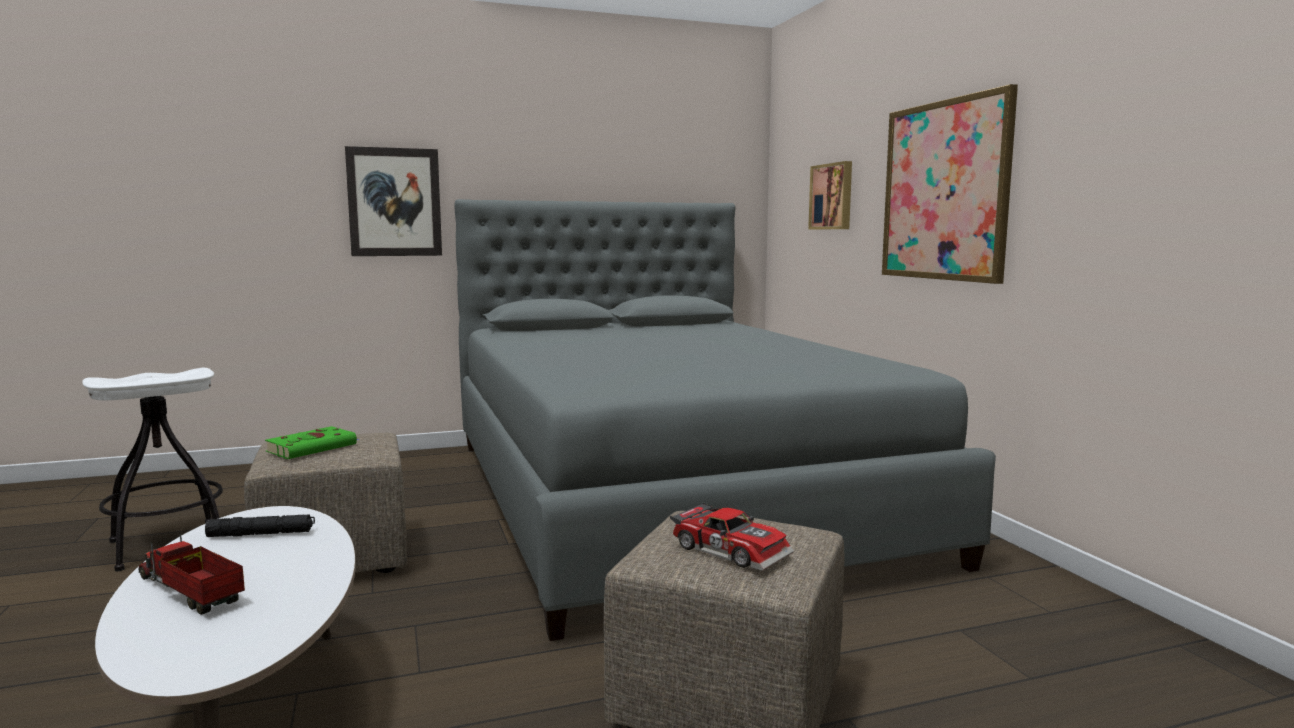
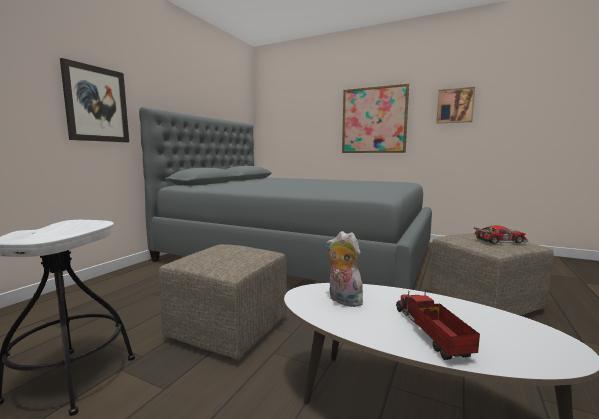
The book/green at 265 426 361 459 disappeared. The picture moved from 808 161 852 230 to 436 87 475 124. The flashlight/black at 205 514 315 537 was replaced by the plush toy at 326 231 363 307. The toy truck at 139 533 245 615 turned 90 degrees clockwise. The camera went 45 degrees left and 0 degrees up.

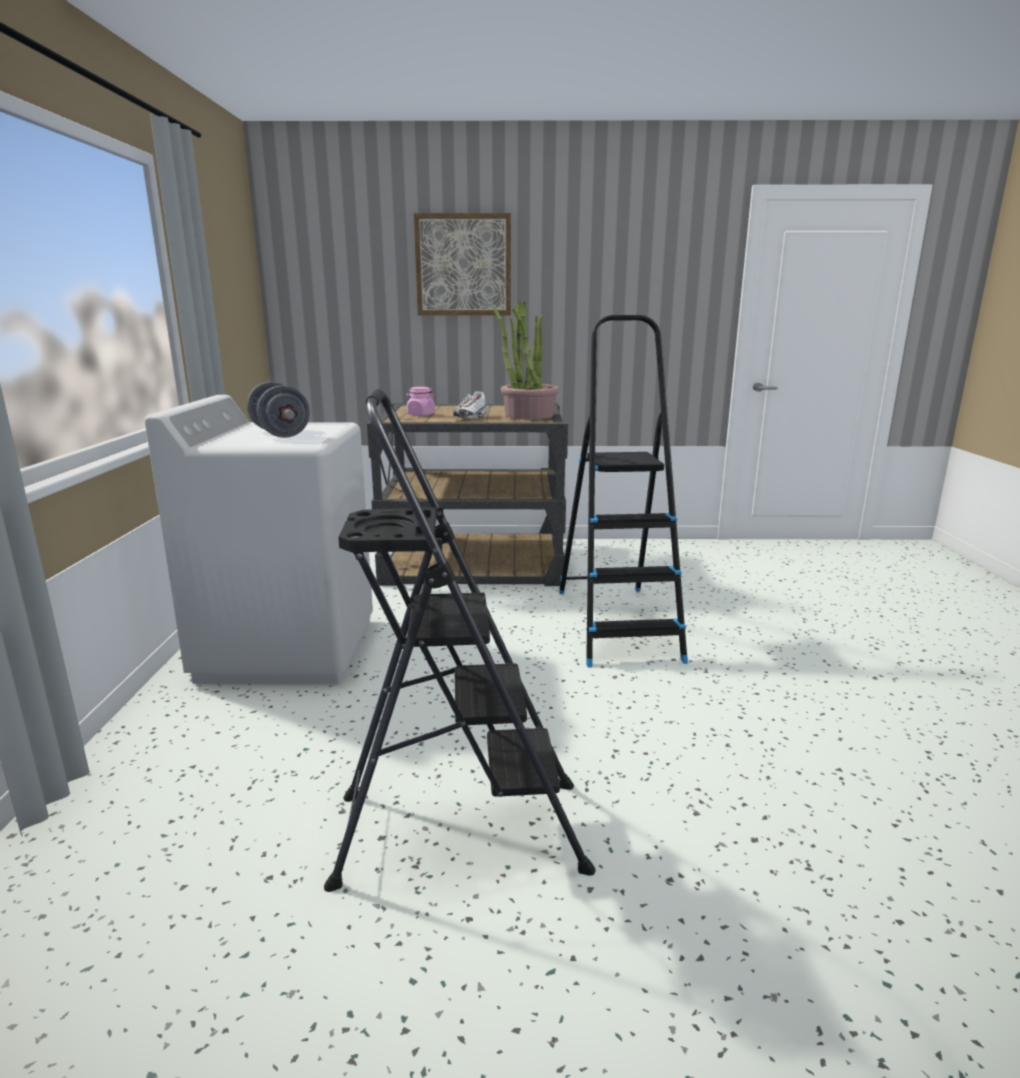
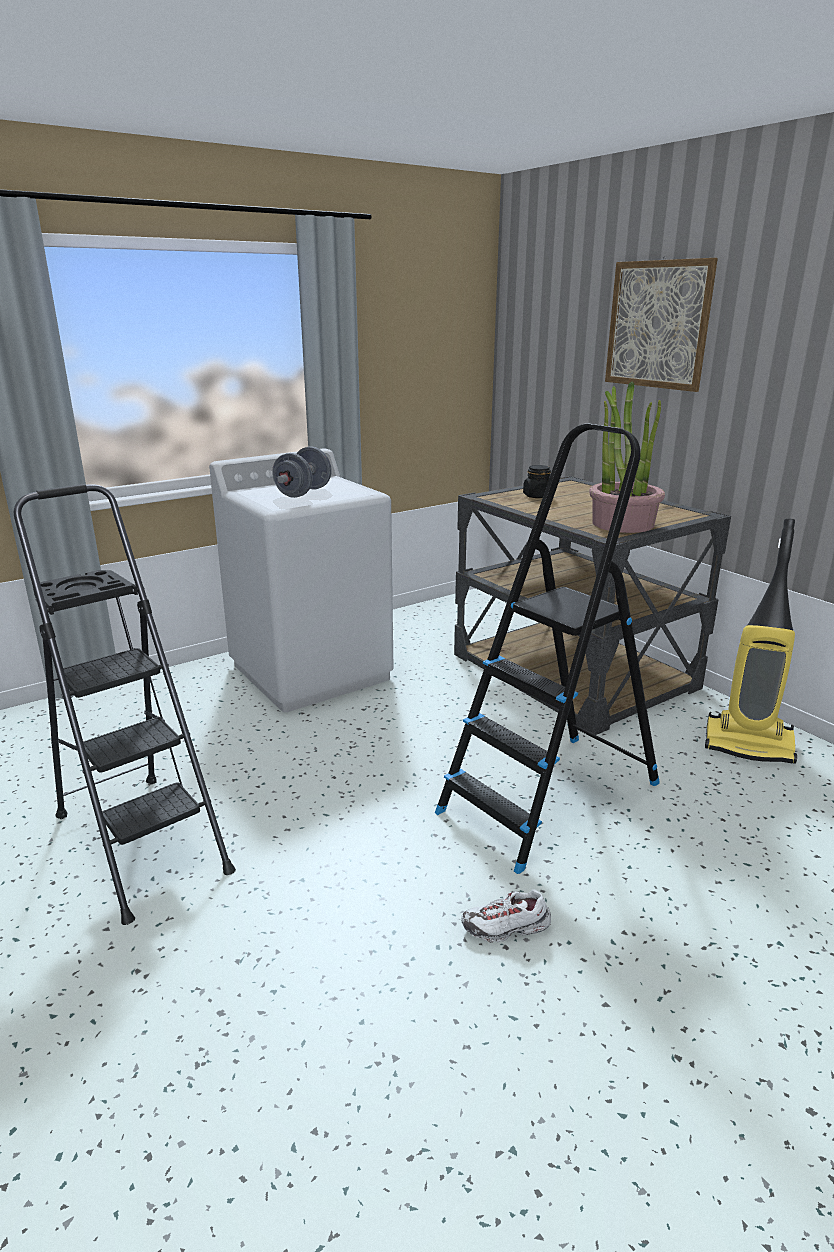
The vacuum cleaner at 705 518 797 764 appeared. The shoe/white moved from 453 392 488 419 to 461 889 551 943. The jar/pink at 406 387 435 416 became the jar/black at 523 465 551 498. The camera went 55 degrees right and 5 degrees up.

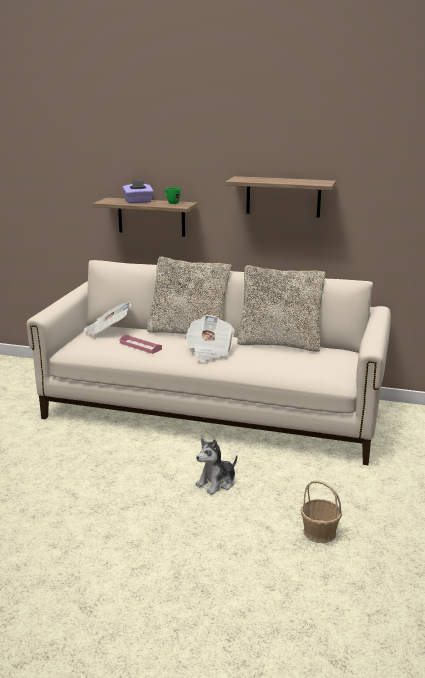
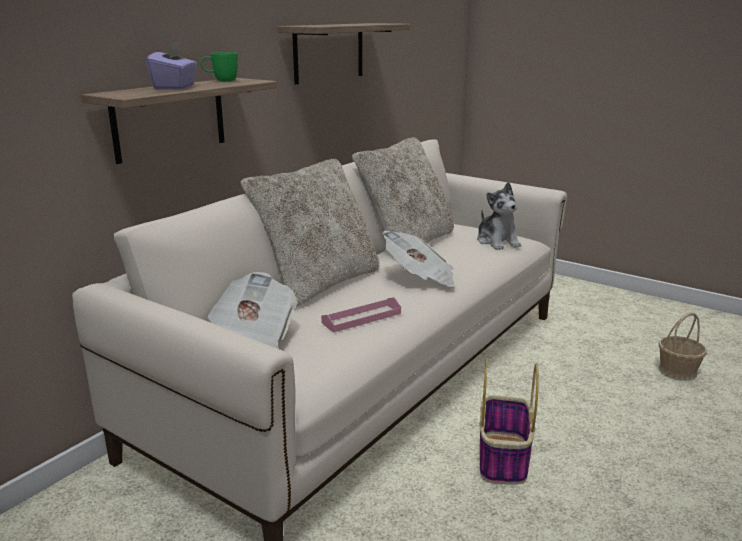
The basket at 480 358 539 485 appeared. The plush toy moved from 195 438 237 495 to 477 182 521 250. The camera went 70 degrees left and 0 degrees up.

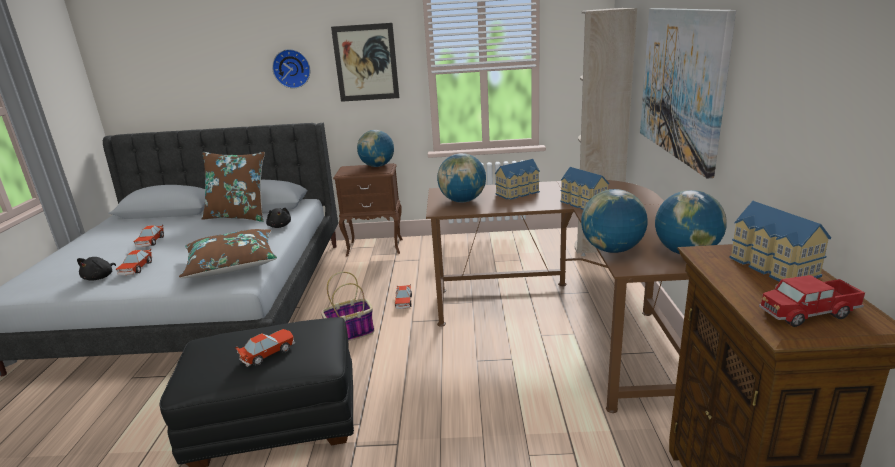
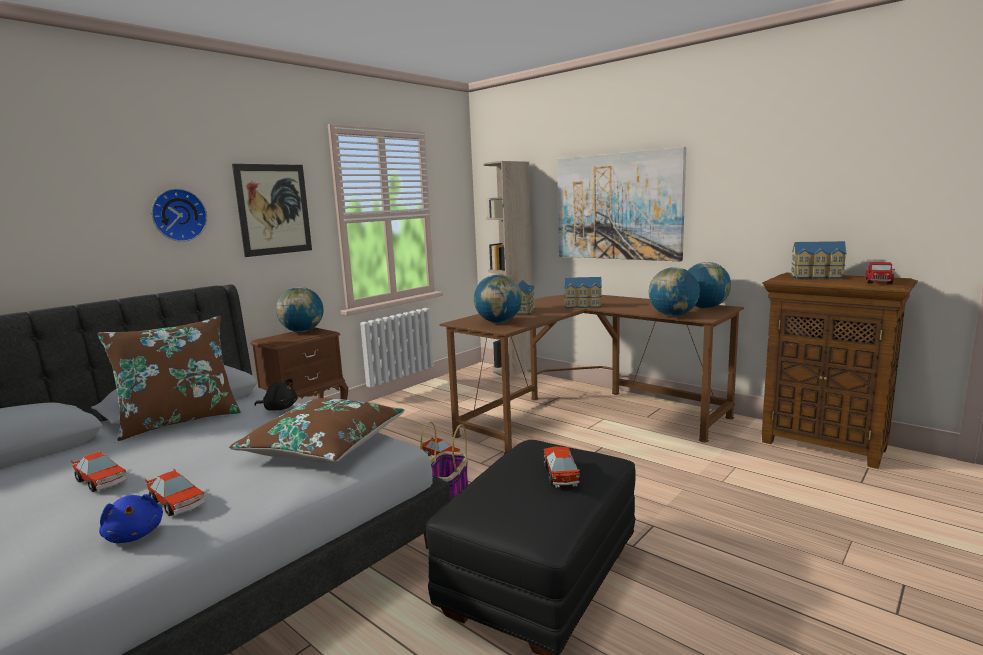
The plush toy/black at 77 257 116 281 became the plush toy/blue at 99 494 163 543. The camera went 50 degrees left and 10 degrees down.

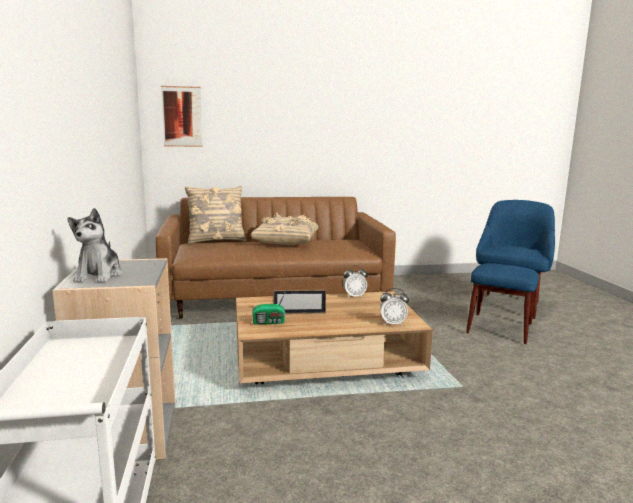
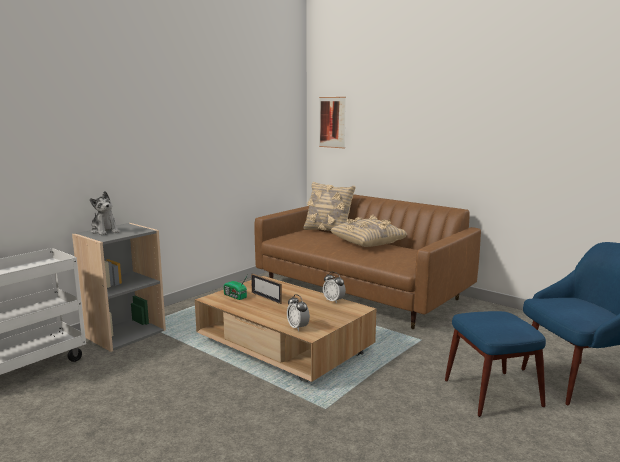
The plush toy at 67 208 123 283 turned 90 degrees counterclockwise. The camera went 50 degrees right and 0 degrees up.

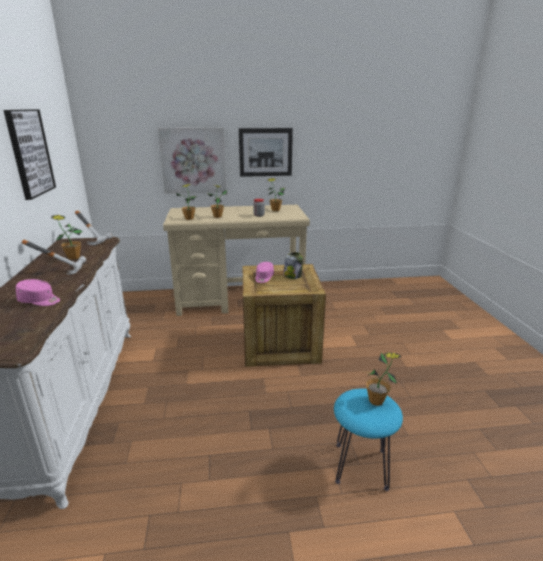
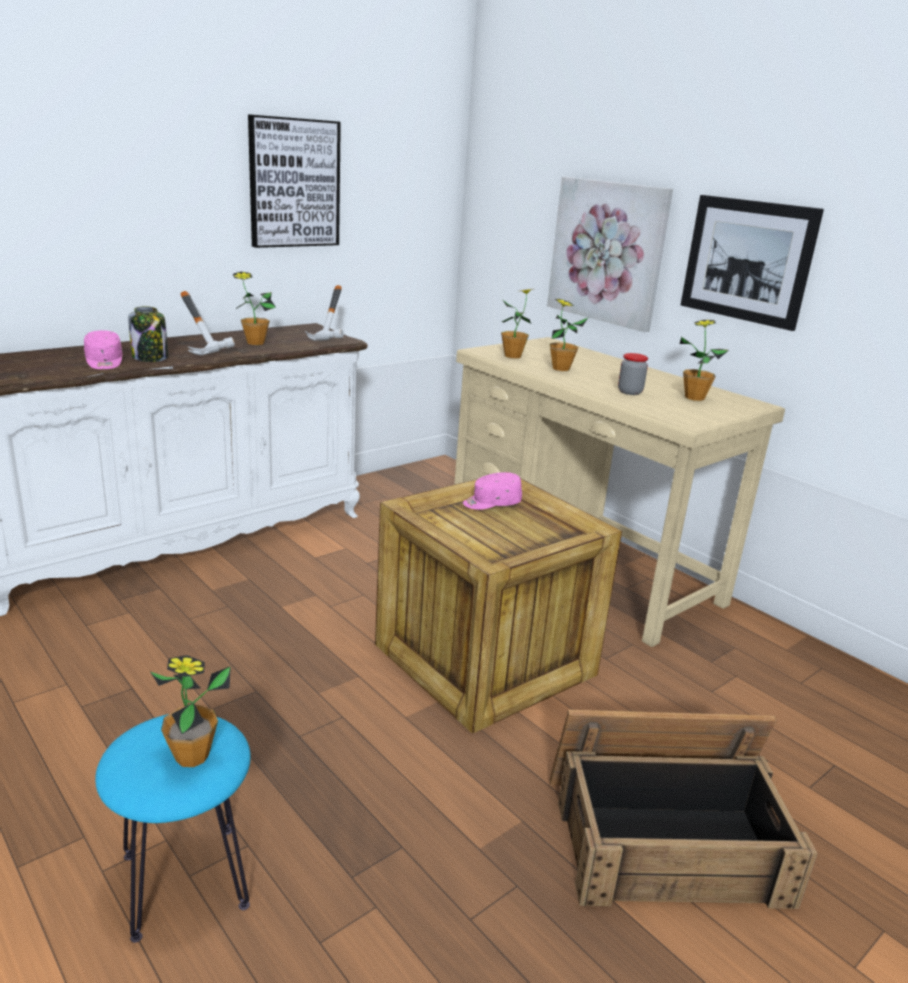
The crate at 549 710 817 909 appeared. The jar moved from 283 252 303 279 to 128 306 168 362. The camera went 55 degrees right and 0 degrees up.

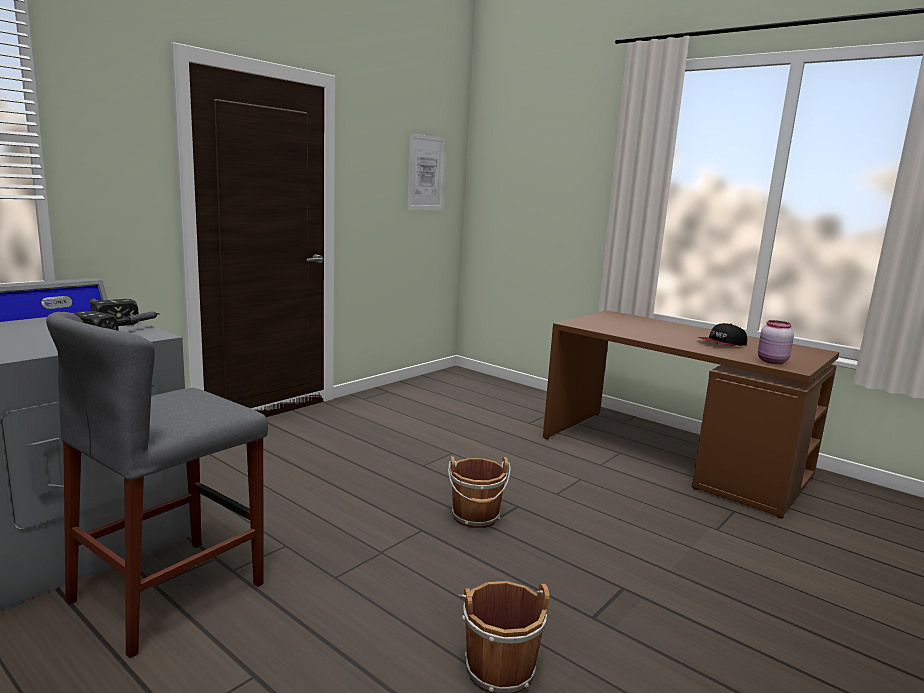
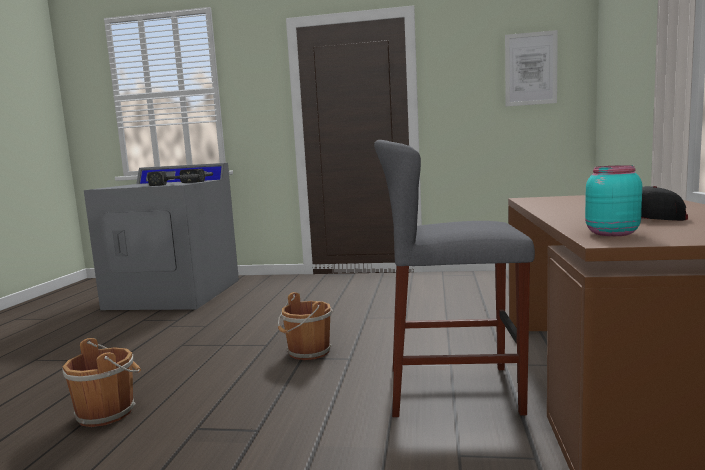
The stool/grey moved from 46 312 268 658 to 374 140 535 417. The jar/pink at 758 320 794 364 became the jar/turquoise at 585 165 642 236. The camera went 60 degrees right and 5 degrees down.

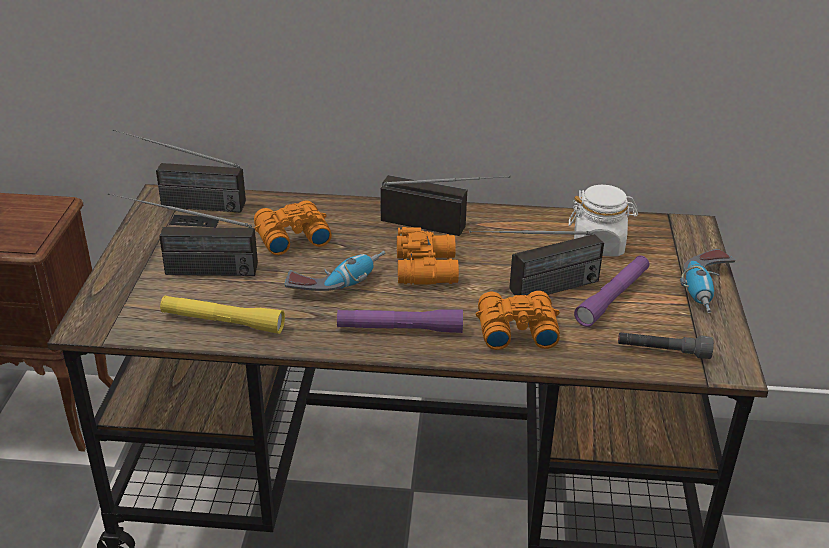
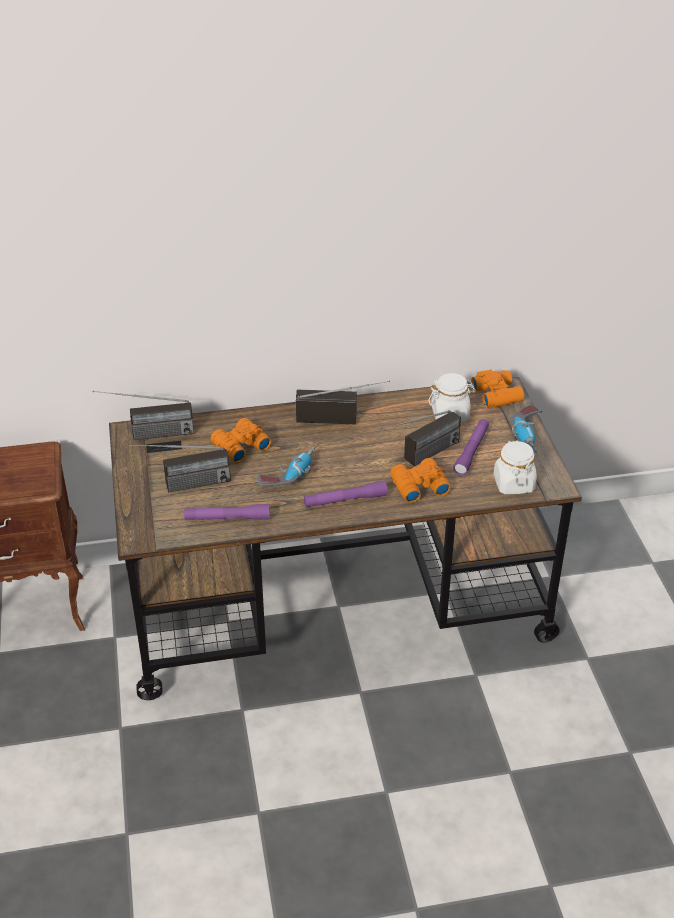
The binoculars/orange moved from 397 227 459 285 to 471 370 524 408. The flashlight/grey at 618 332 714 359 was replaced by the jar/white at 494 440 537 494. The flashlight/yellow at 160 295 285 334 became the flashlight/purple at 184 504 270 520. The camera went 15 degrees left and 5 degrees up.

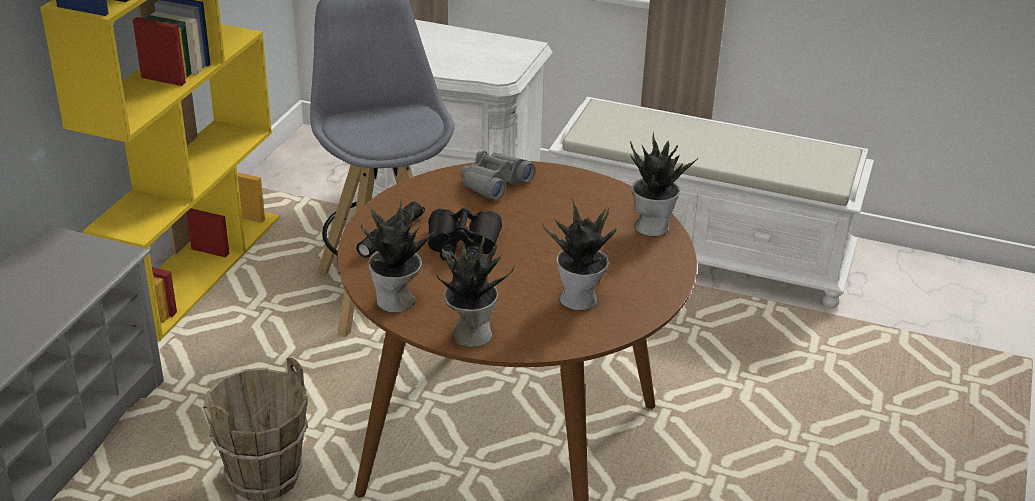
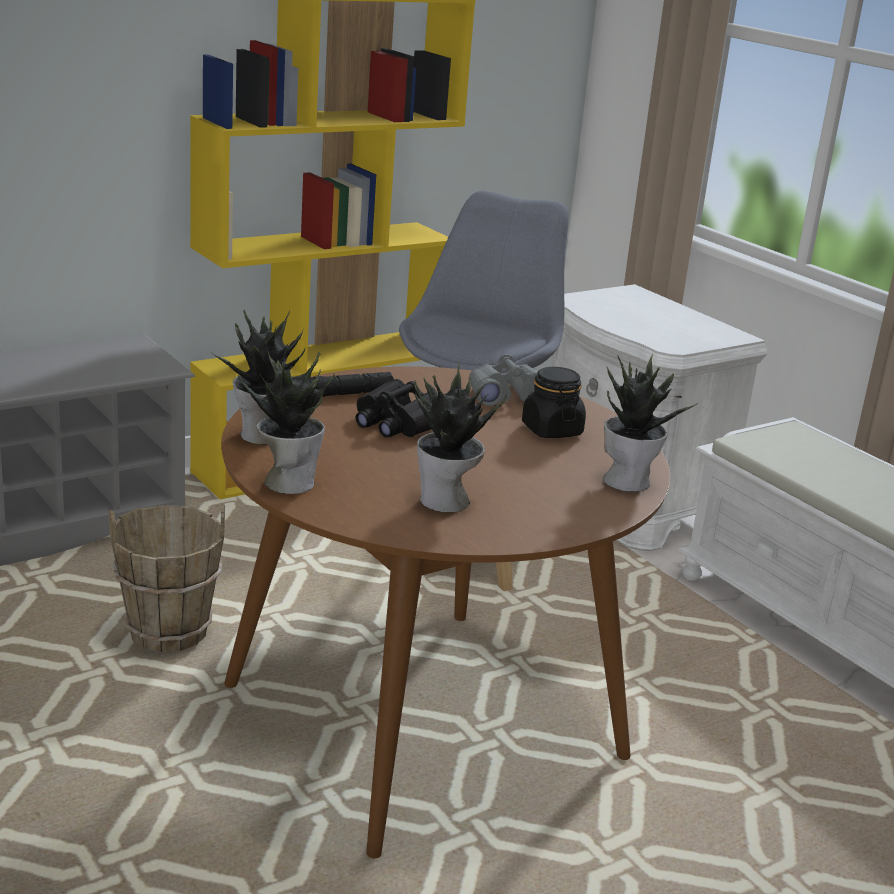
The jar/black at 522 367 586 438 appeared. The camera went 35 degrees right and 10 degrees down.

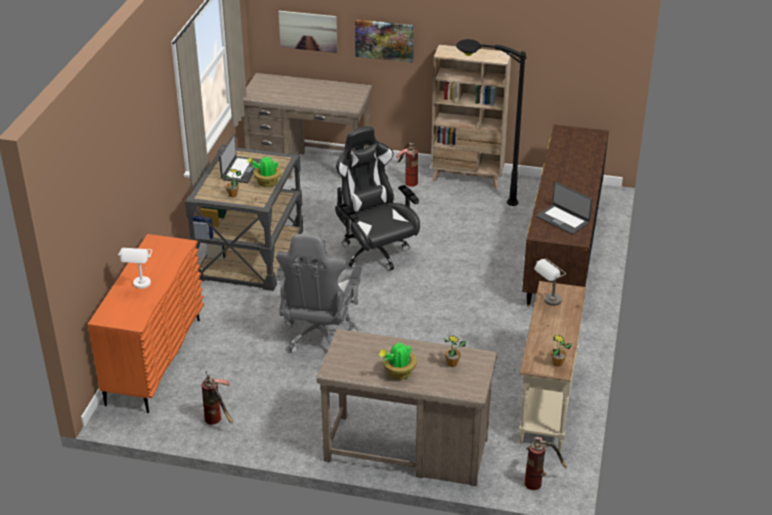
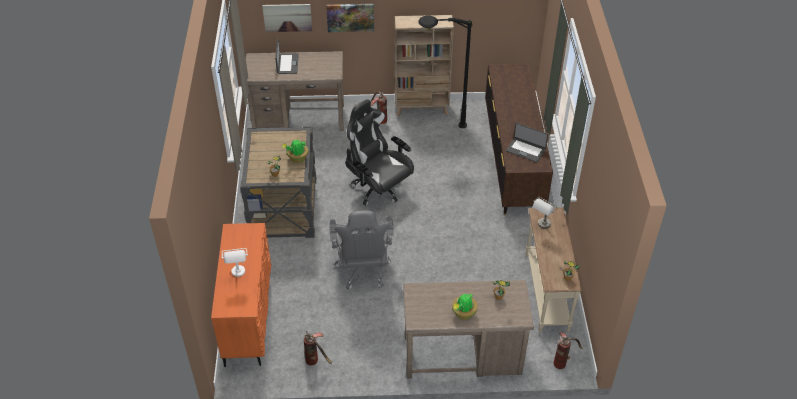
The laptop moved from 219 134 261 183 to 275 39 299 74. The camera went 15 degrees left and 10 degrees up.

